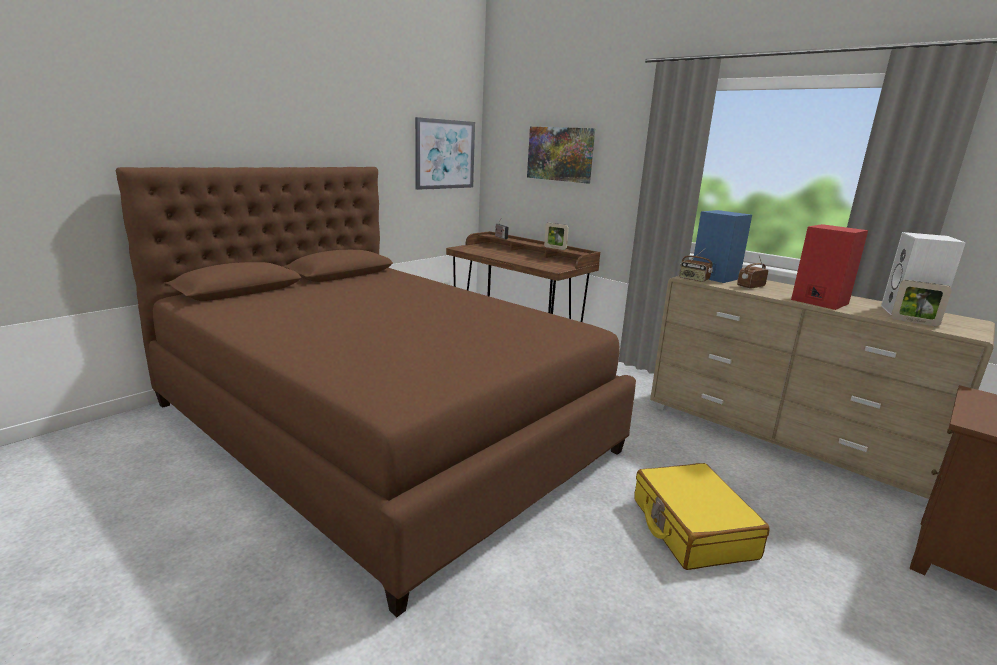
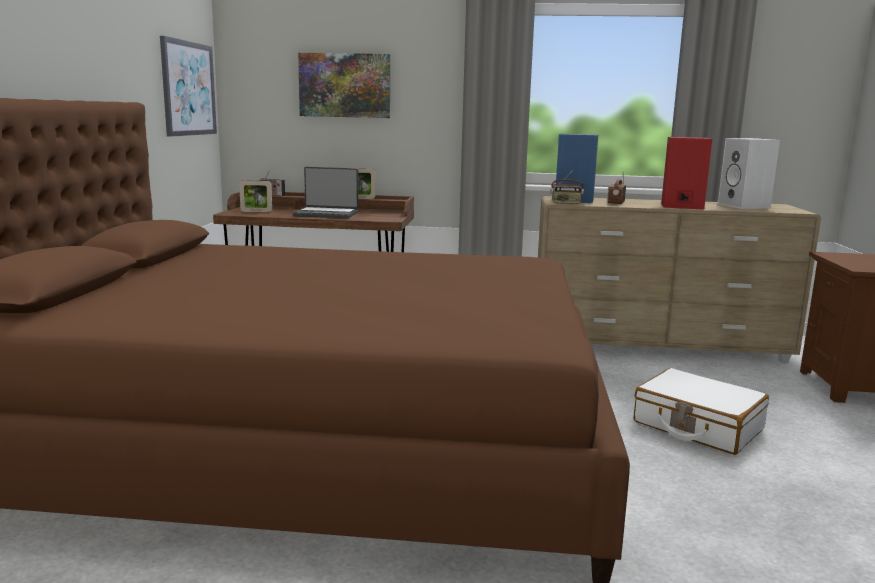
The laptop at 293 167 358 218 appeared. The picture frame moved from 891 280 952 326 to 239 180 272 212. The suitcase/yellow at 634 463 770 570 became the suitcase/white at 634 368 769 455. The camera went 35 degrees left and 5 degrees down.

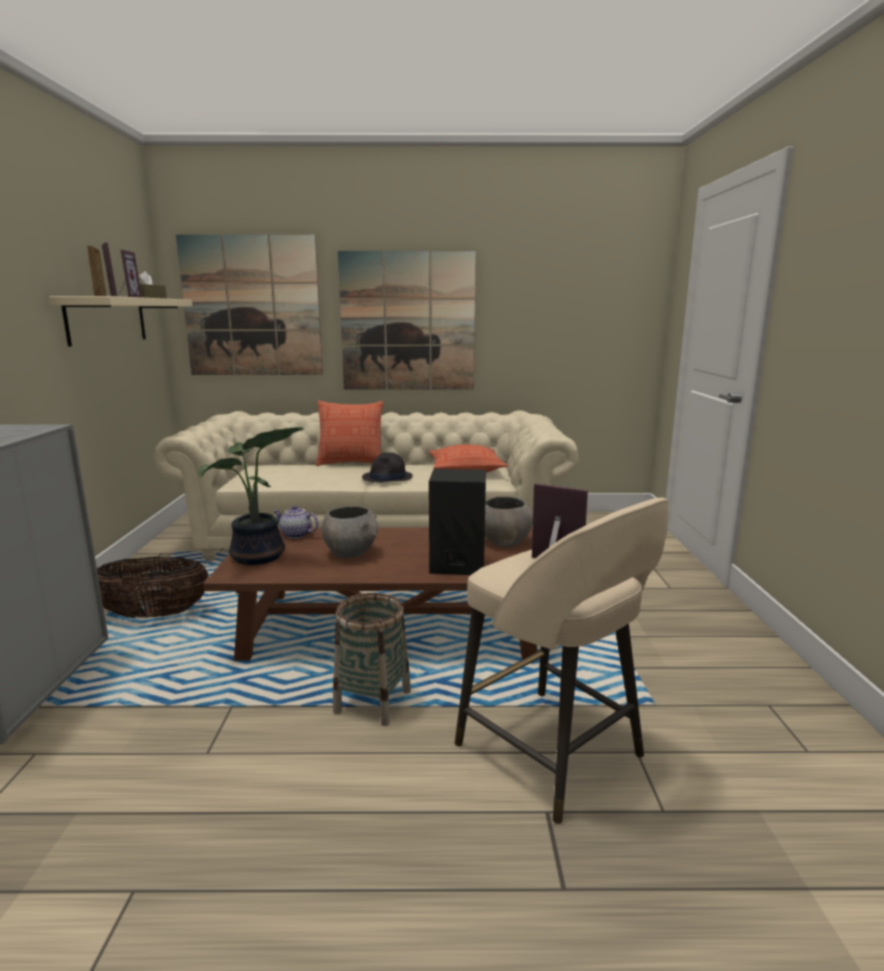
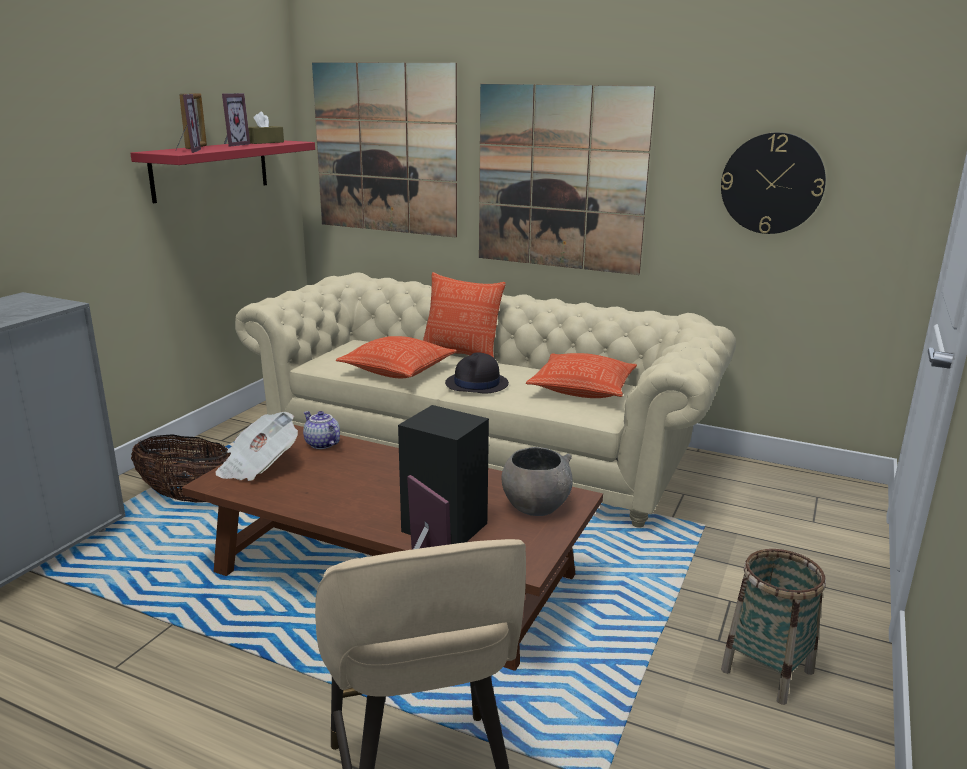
The bowl/grey at 321 506 378 558 disappeared. The pillow/orange at 336 336 457 378 appeared. The wall clock at 721 132 826 234 appeared. The basket moved from 333 593 411 726 to 721 549 826 705. The potted plant at 198 427 304 565 was replaced by the newspaper at 215 412 298 481. The shelf/beige at 49 296 192 347 became the shelf/red at 130 141 315 203. The camera went 25 degrees right and 5 degrees up.

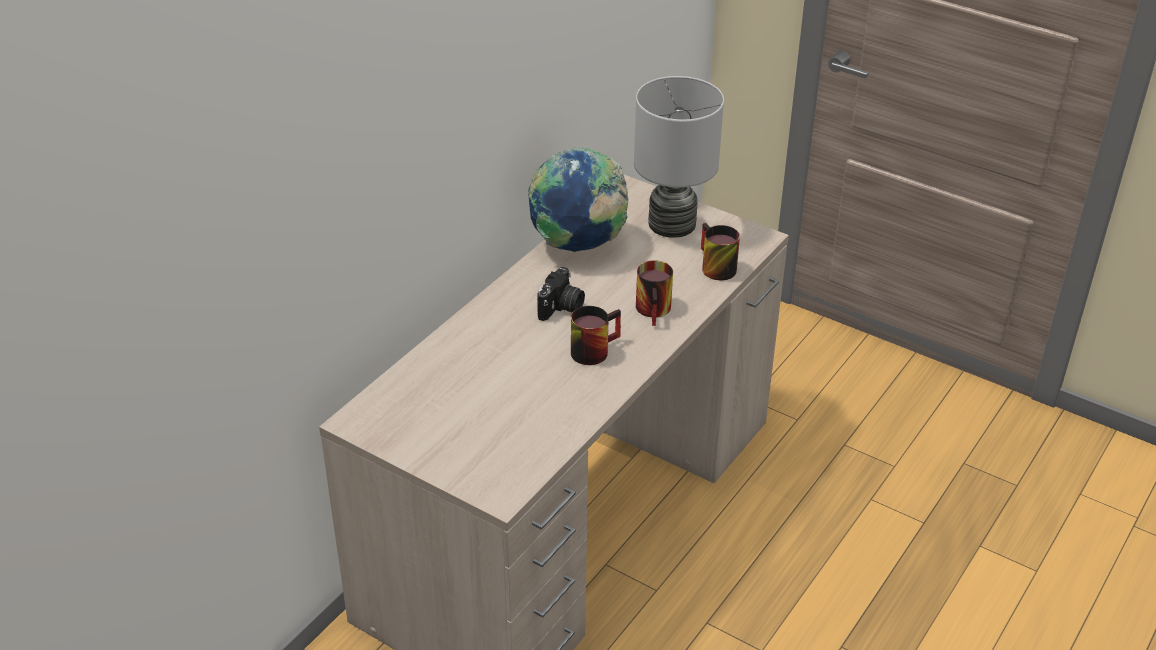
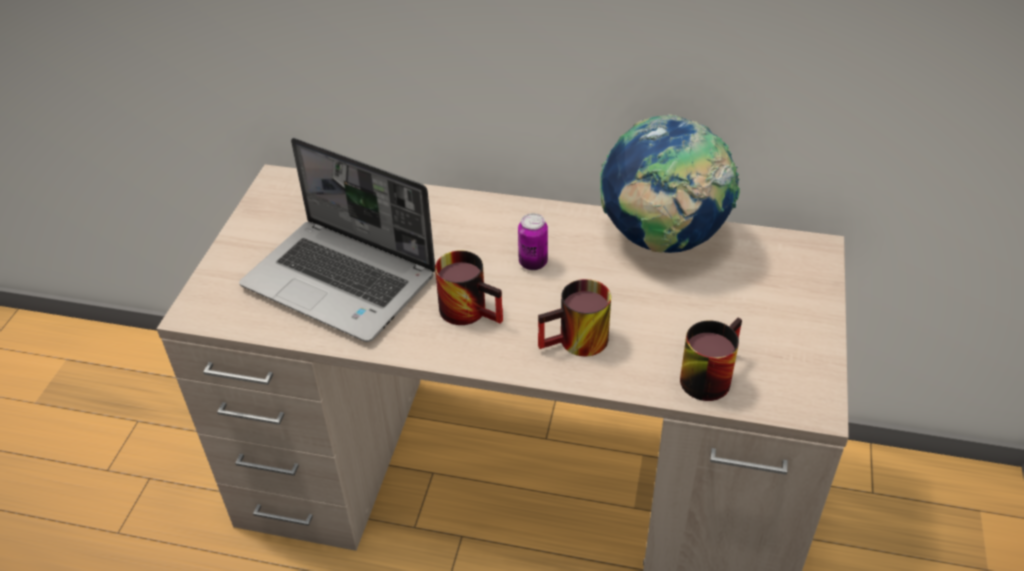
The table lamp/grey at 634 76 724 238 disappeared. The laptop at 239 137 435 342 appeared. The photo camera at 537 267 585 321 was replaced by the can at 518 213 548 270. The camera went 70 degrees right and 5 degrees up.

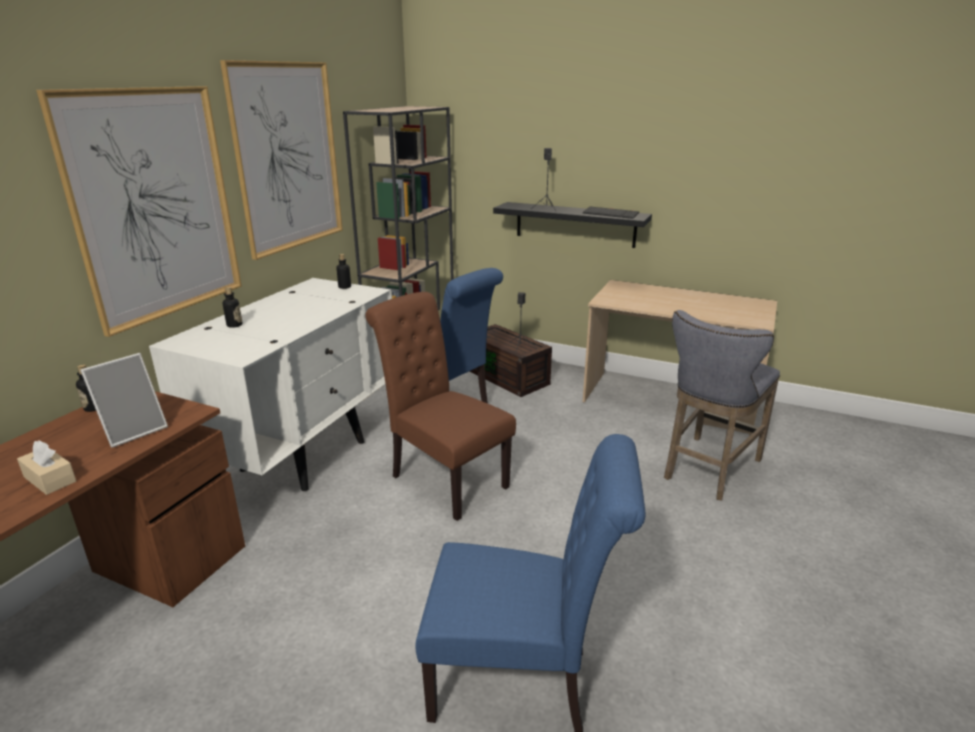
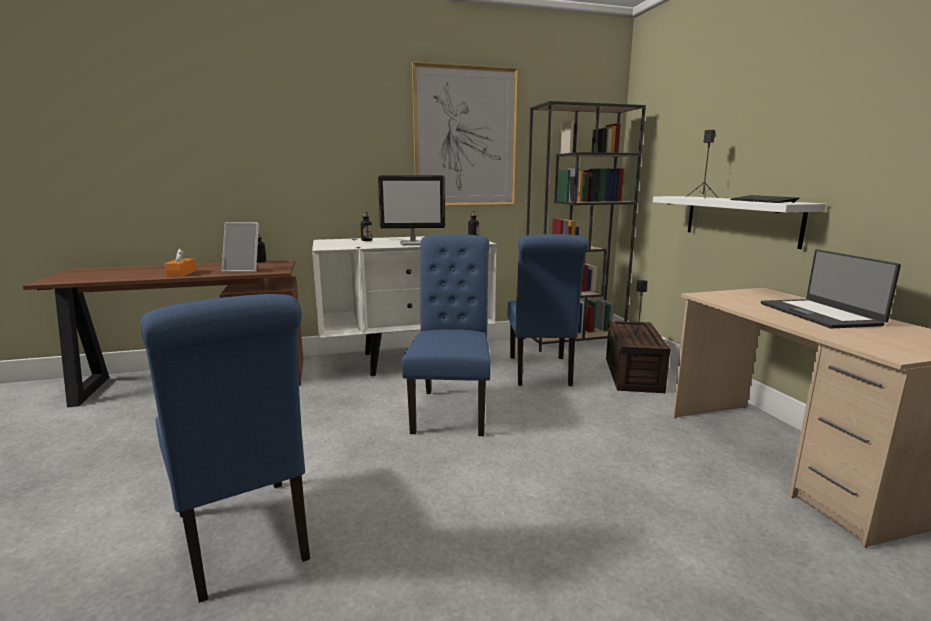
The picture at 36 86 242 337 disappeared. The stool/grey at 664 310 780 501 disappeared. The monitor at 378 175 445 245 appeared. The laptop at 761 249 901 328 appeared. The tissue box/beige at 17 440 76 495 became the tissue box/orange at 165 248 196 277. The chair/brown at 365 292 516 521 became the chair/blue at 402 234 490 436. The shelf/black at 493 202 652 248 became the shelf/white at 653 196 826 249. The camera went 50 degrees right and 10 degrees down.

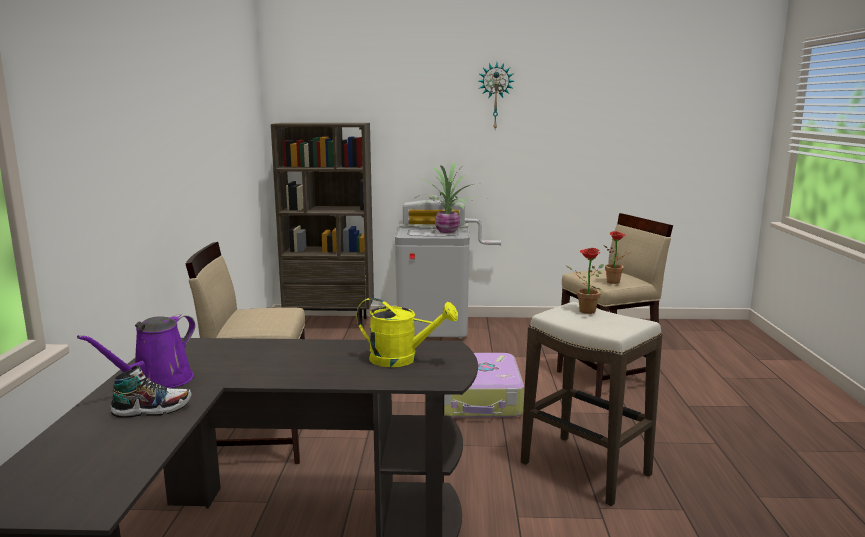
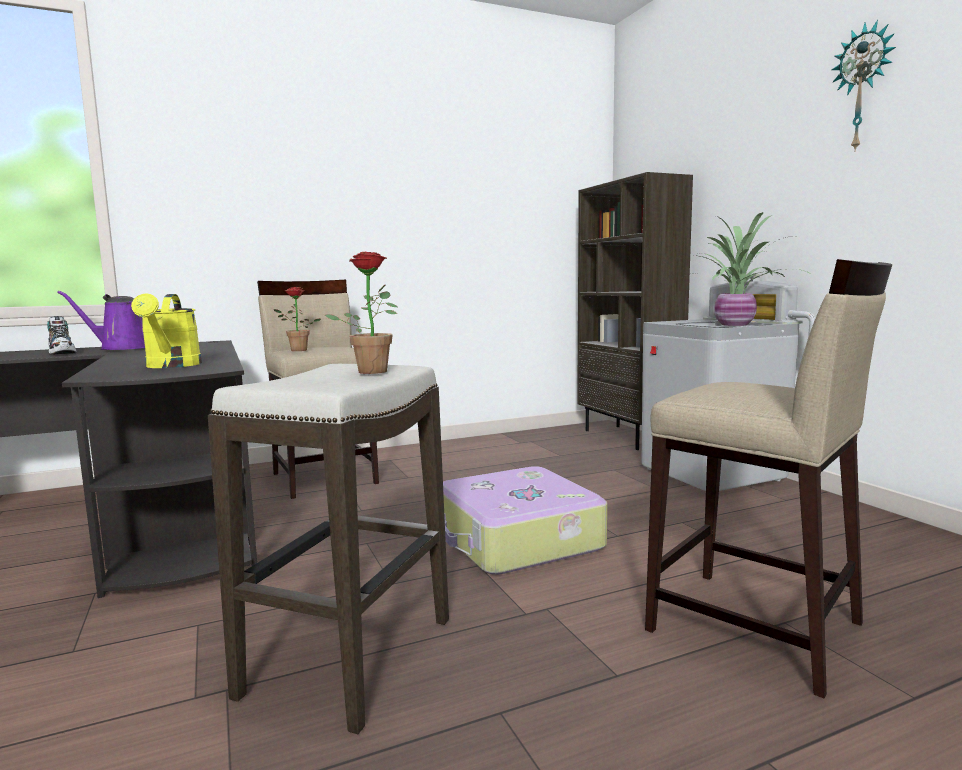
The potted plant moved from 604 231 632 284 to 274 287 321 351. The camera went 65 degrees right and 5 degrees down.

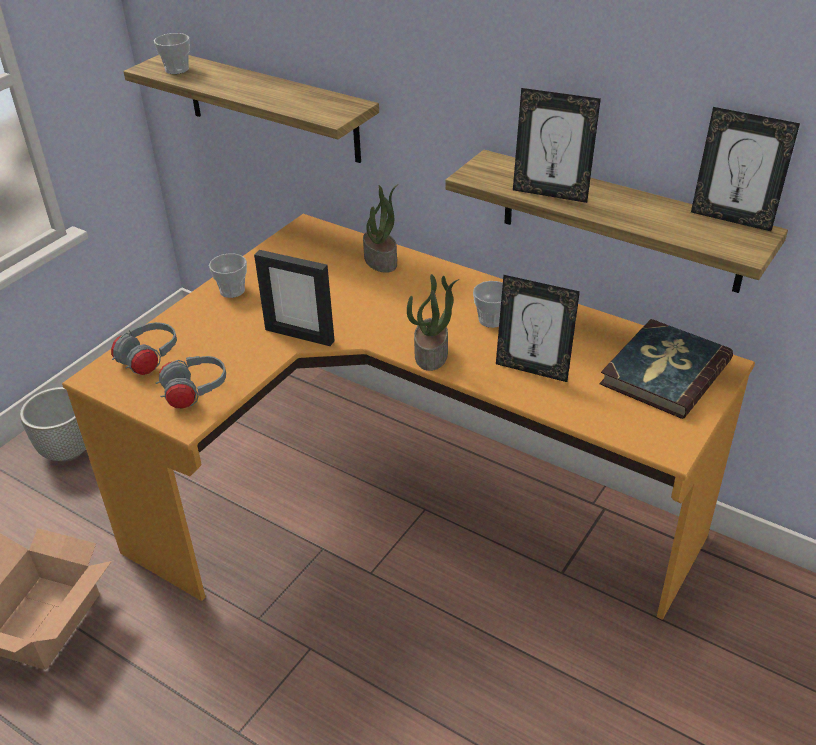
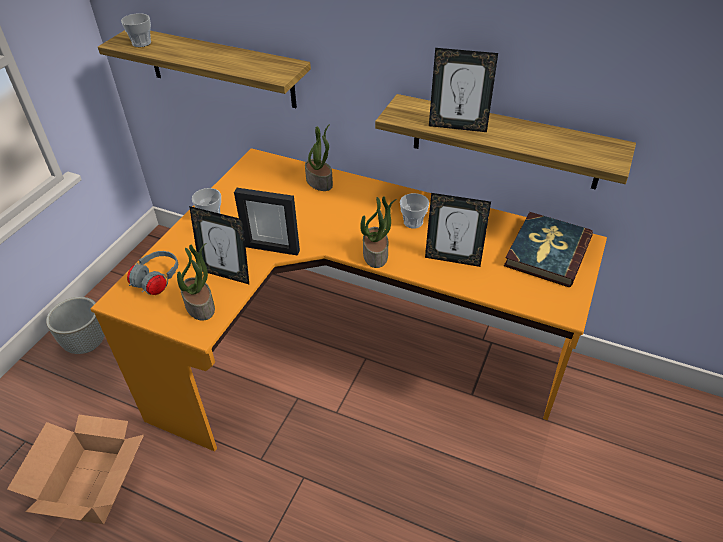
The picture frame moved from 691 107 800 231 to 189 206 249 284. The headphones/grey at 156 356 226 409 was replaced by the potted plant at 177 243 215 321. The camera went 10 degrees left and 5 degrees up.

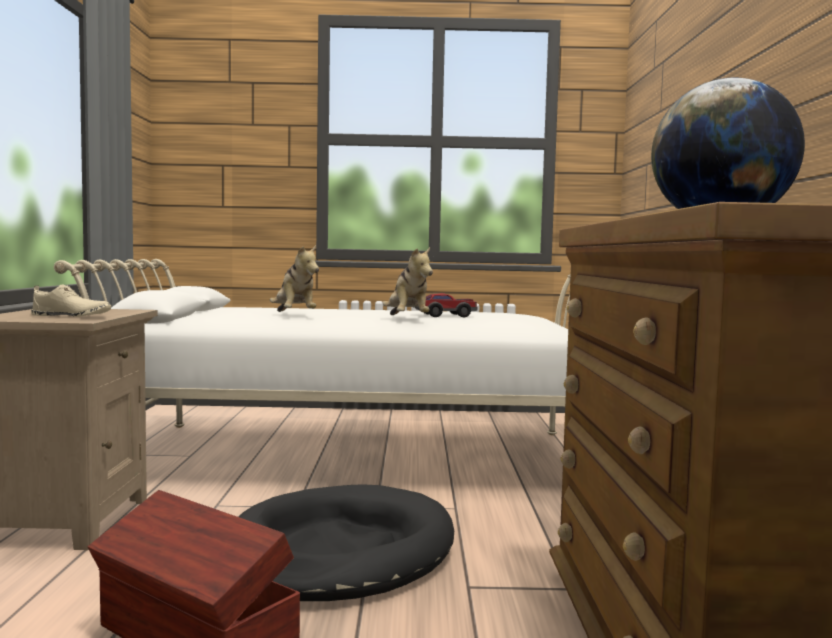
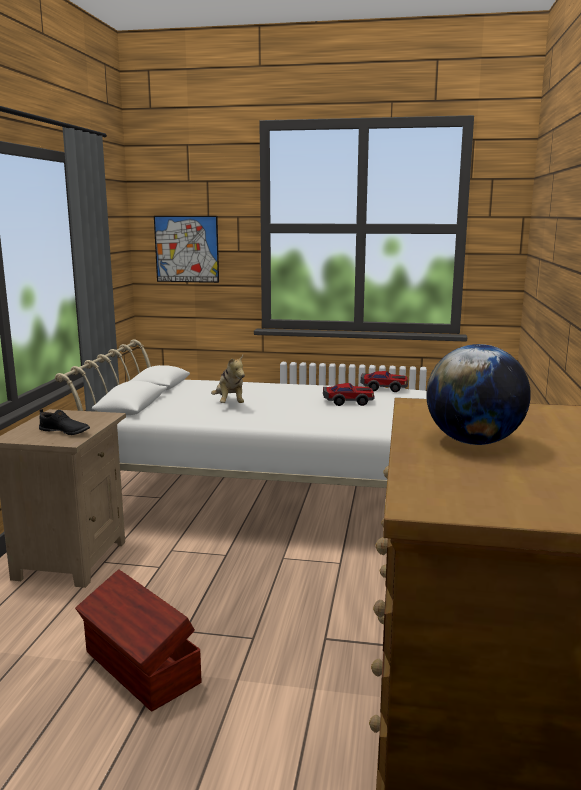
The dog bed/black at 238 484 454 601 disappeared. The plush toy at 383 247 433 315 disappeared. The picture at 154 216 219 283 appeared. The toy car at 361 371 408 392 appeared. The shoe/beige at 31 285 111 317 became the shoe/black at 39 409 90 435. The camera went 10 degrees right and 10 degrees up.

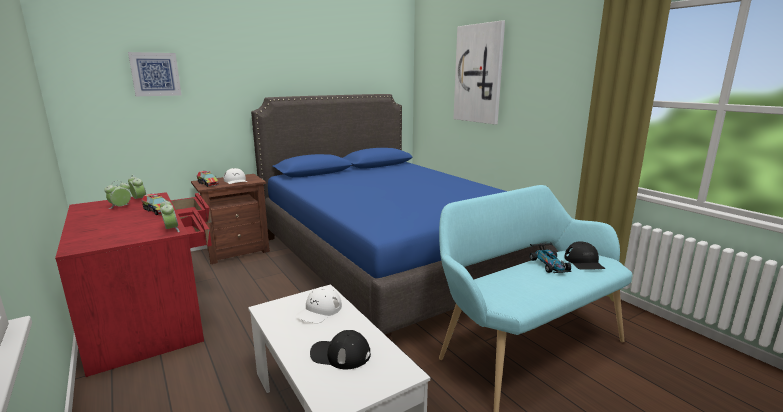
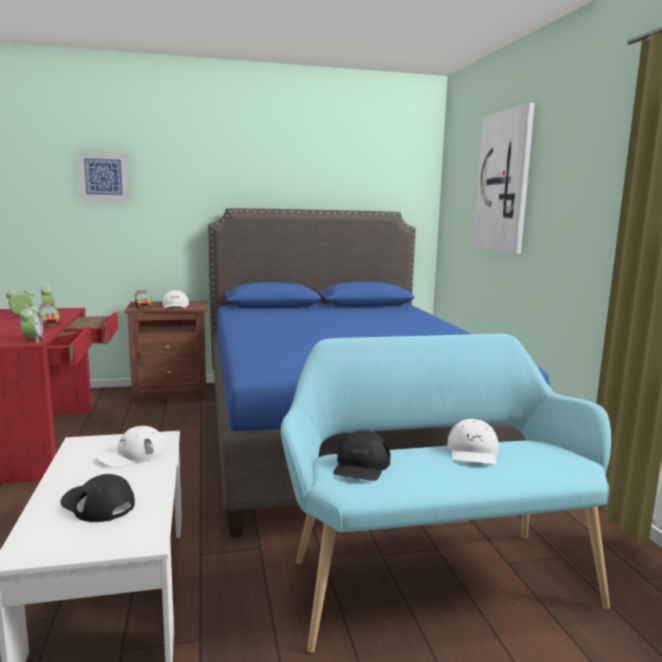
The cap/black moved from 564 241 605 270 to 333 430 391 481. The toy car at 530 243 571 273 was replaced by the cap/white at 447 419 499 464. The camera went 20 degrees right and 5 degrees down.

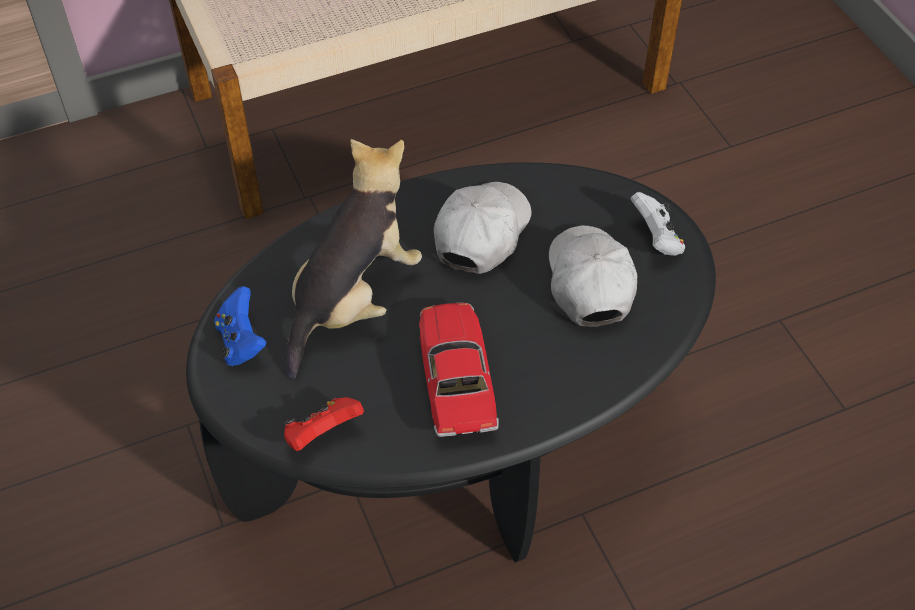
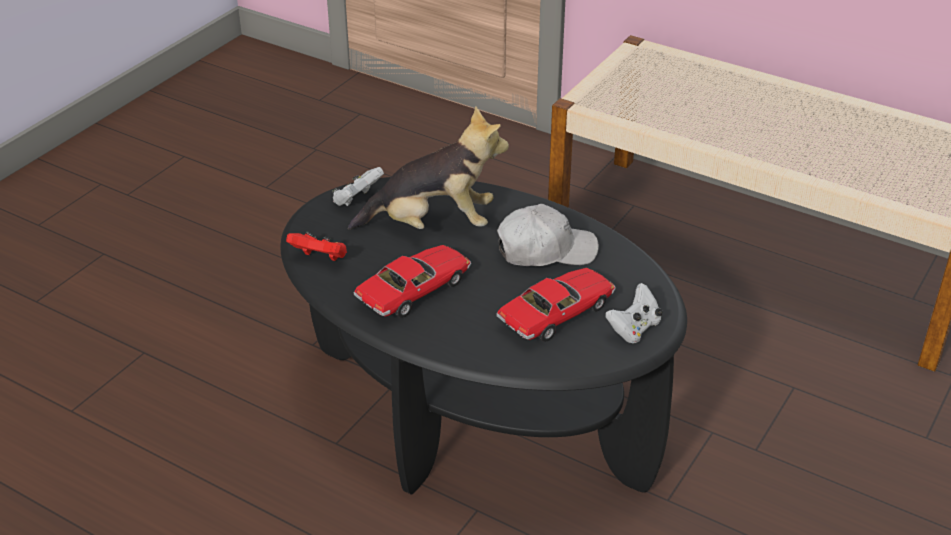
The cap/white at 549 226 637 327 was replaced by the toy car at 496 268 616 342. The game controller/blue at 214 287 267 366 became the game controller/white at 332 167 384 206. The camera went 55 degrees right and 15 degrees down.

